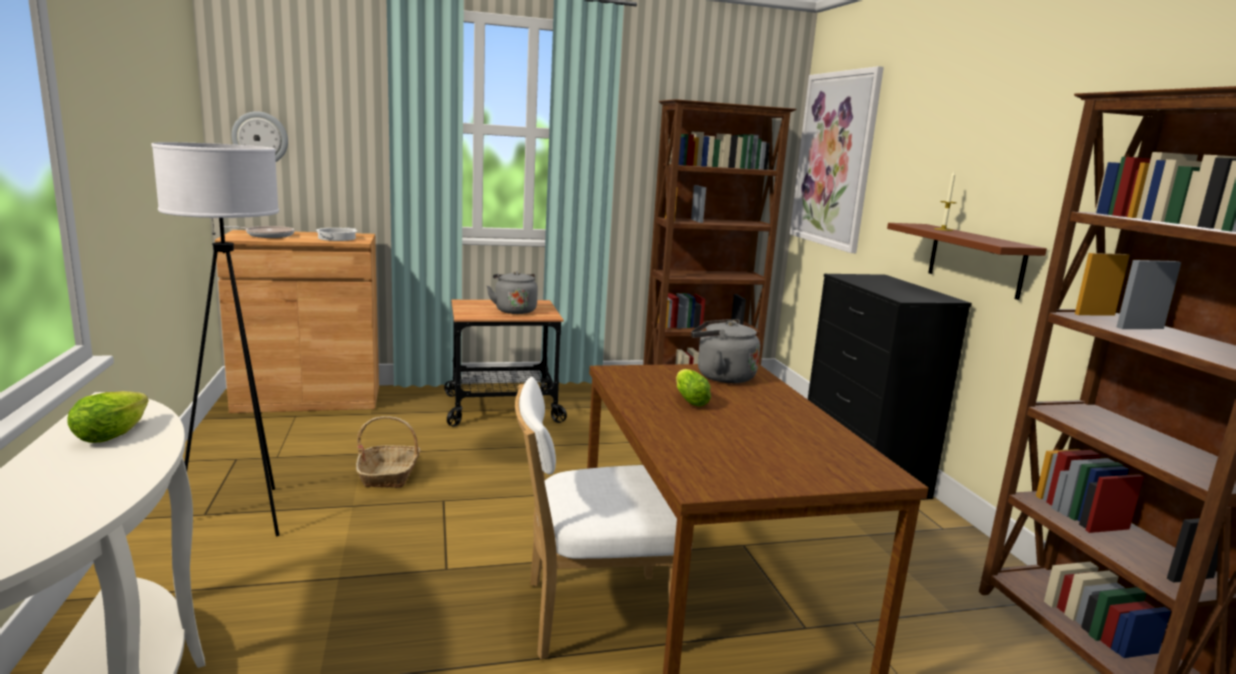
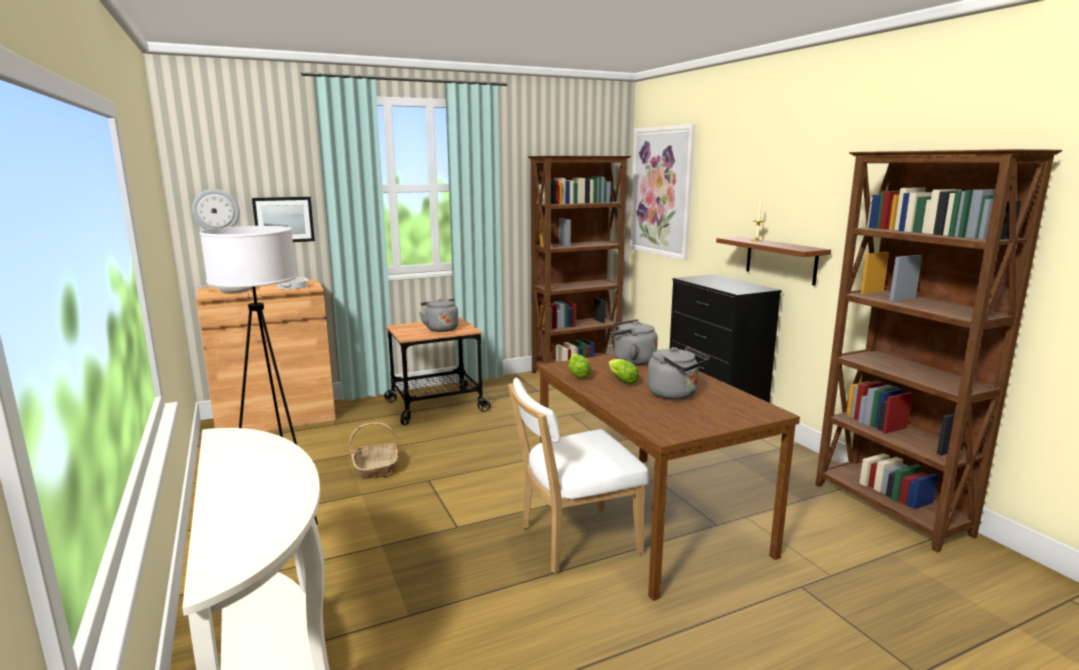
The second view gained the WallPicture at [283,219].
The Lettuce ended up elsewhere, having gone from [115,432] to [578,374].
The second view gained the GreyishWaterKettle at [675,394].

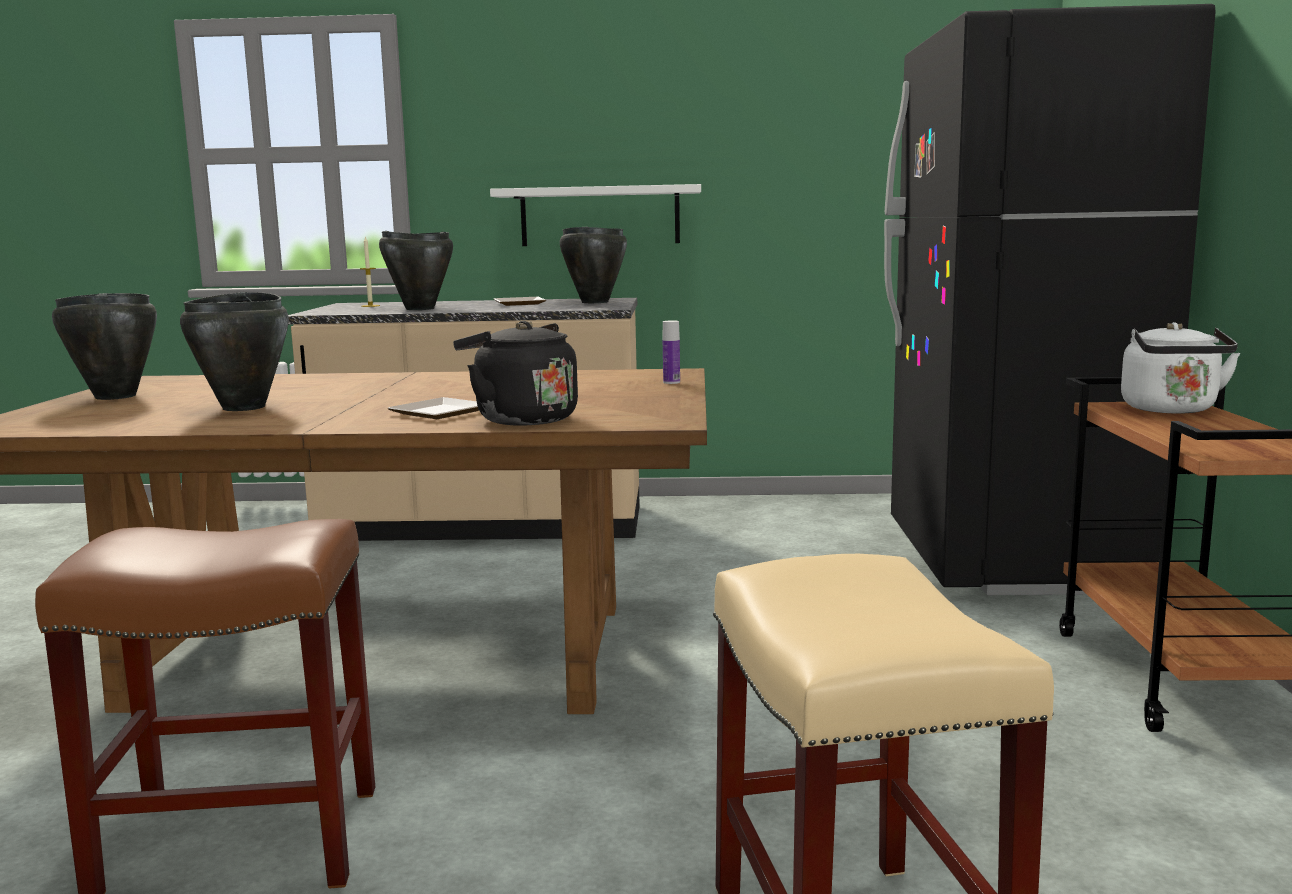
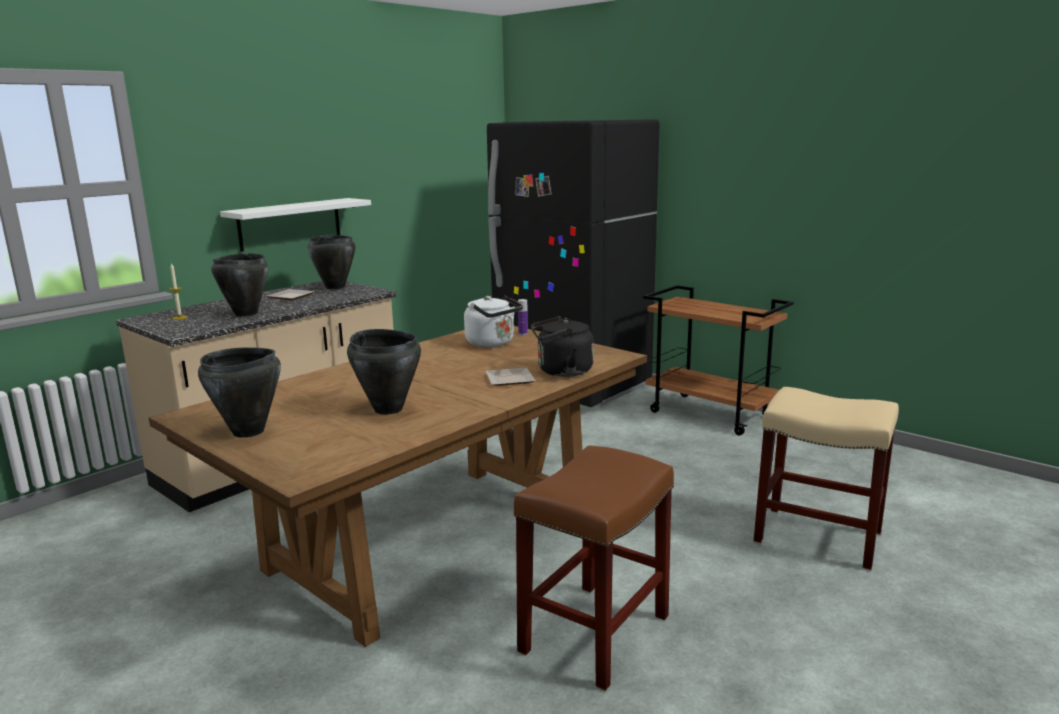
The WhitishWaterKettle ended up elsewhere, having gone from [1171,410] to [492,343].

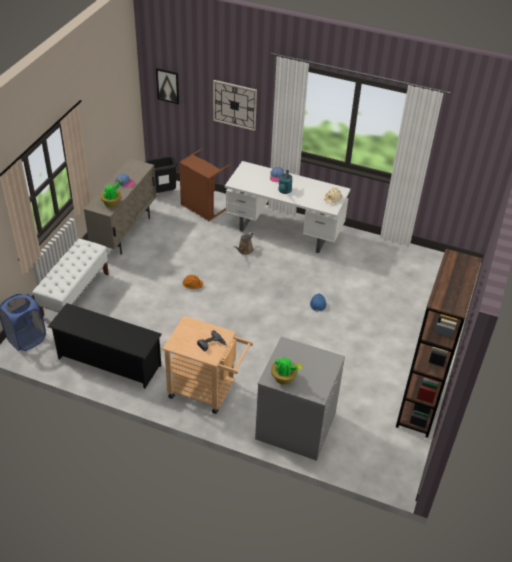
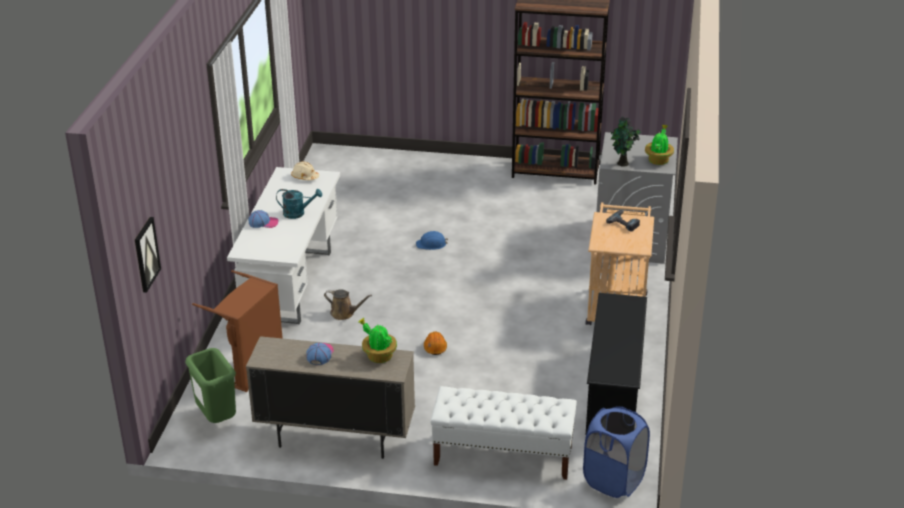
What was the BlackRubbishBin at [162,193] turned into the GreenRubbishBin at [216,419].
The second view gained the PlantInAPot at [622,164].
The second view lost the ClockOnTheWall at [234,105].

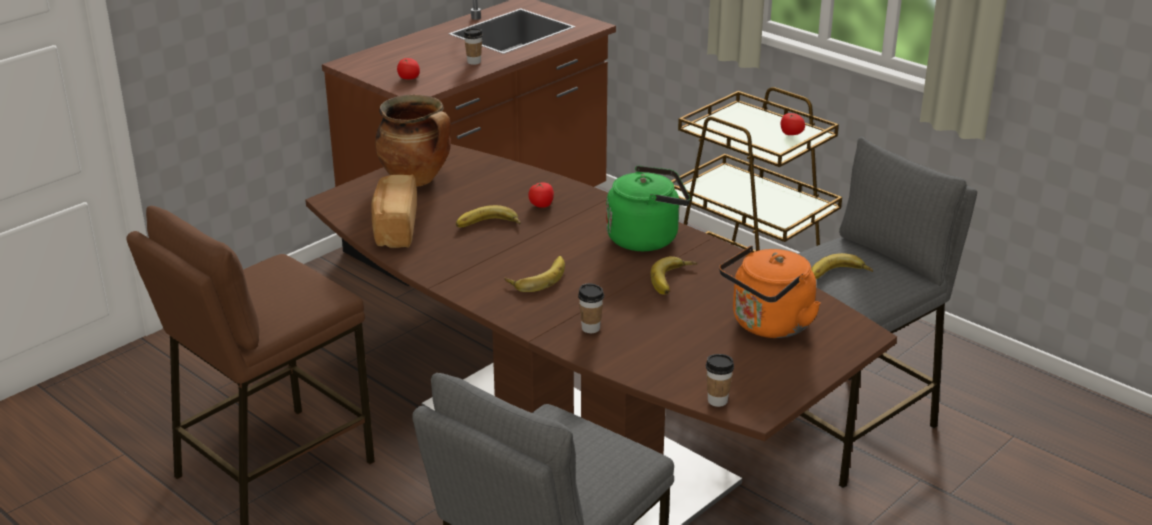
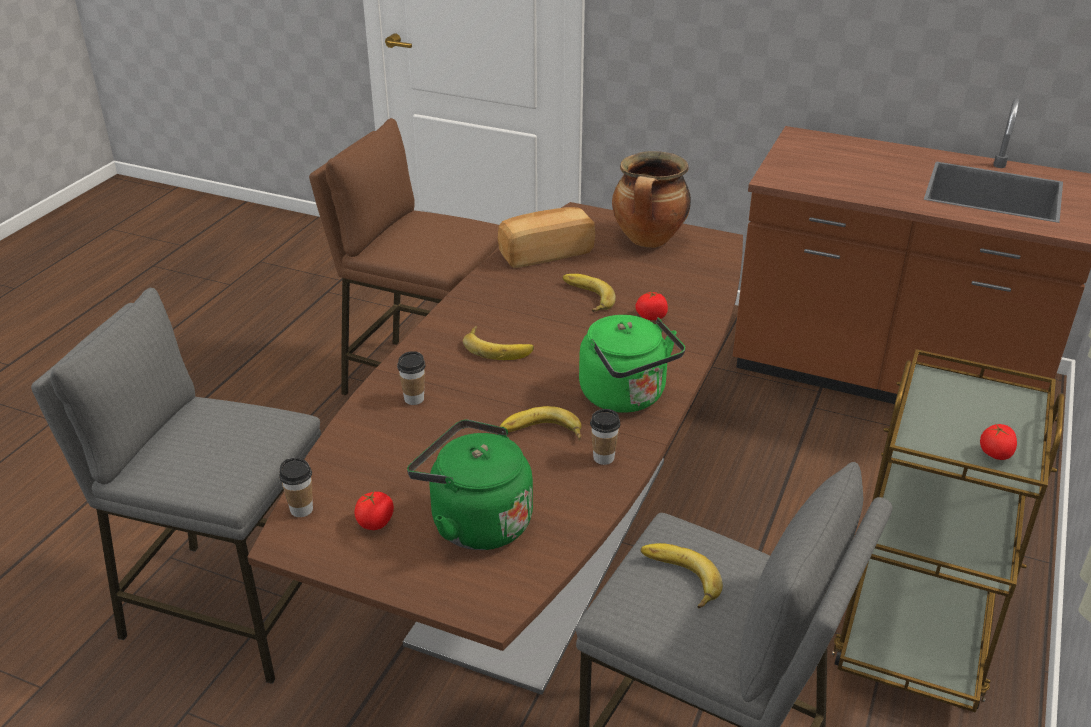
The WholeTomato ended up elsewhere, having gone from [408,78] to [375,522].
What was the OrangeyWaterKettle at [768,325] turned into the GreenWaterKettle at [475,522].
The DrinkingCup ended up elsewhere, having gone from [474,62] to [603,458].

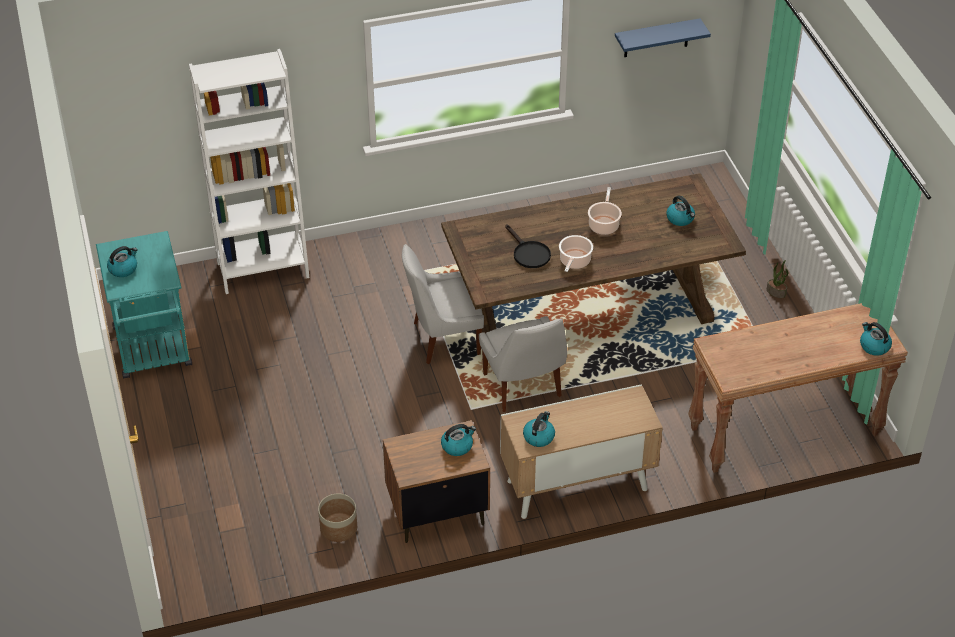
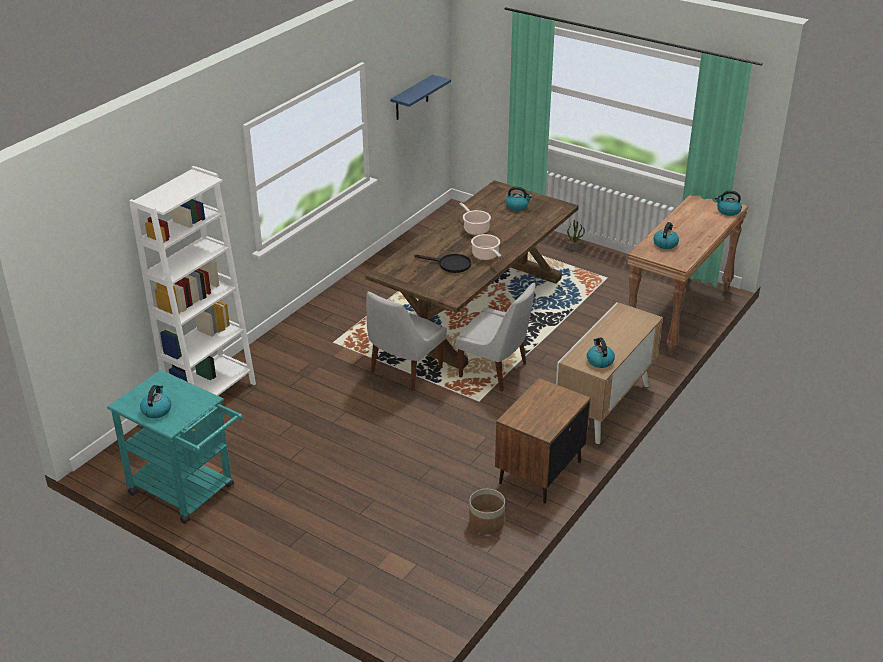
The WaterKettle ended up elsewhere, having gone from [457,446] to [665,243].

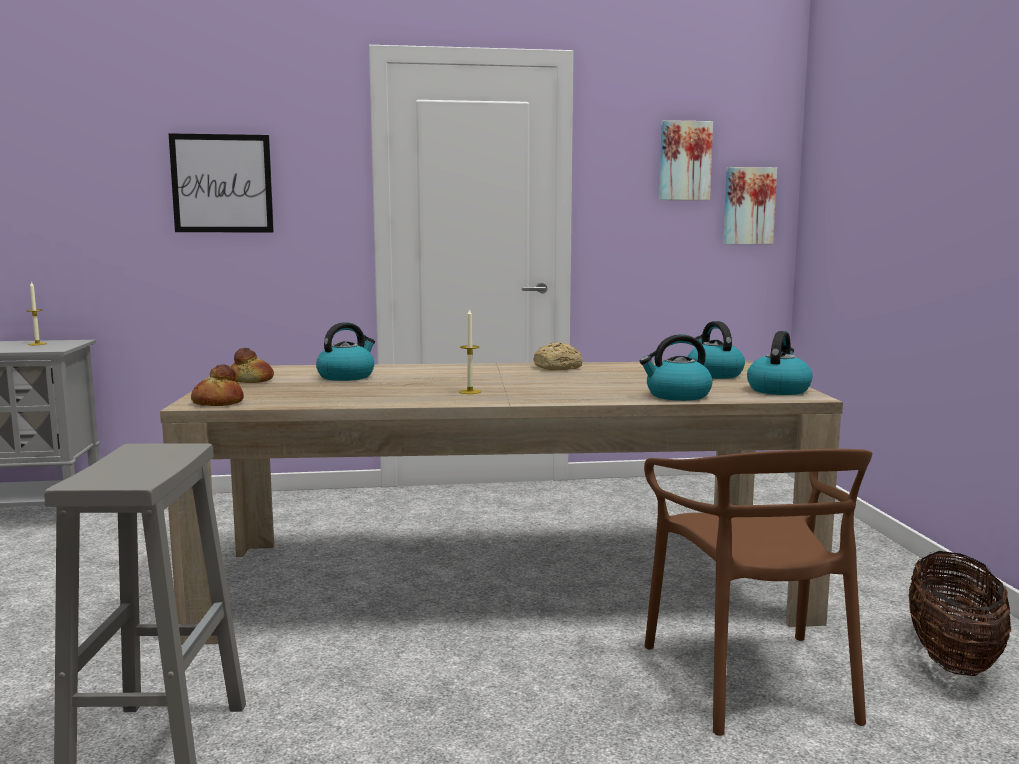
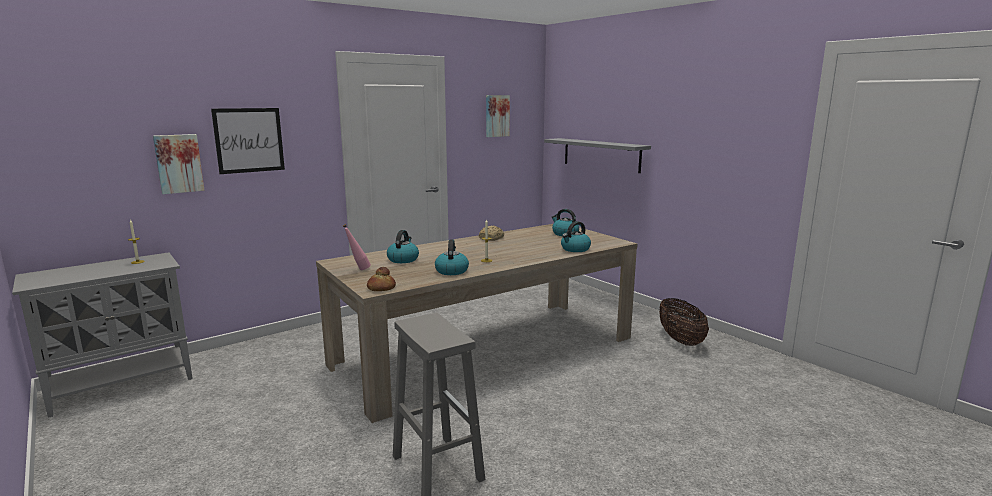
The WallPicture ended up elsewhere, having gone from [748,206] to [178,163].
Where the BakeryBread stood at [251,380], the PinkColouredBottle came to stand at [358,270].
The WaterKettle ended up elsewhere, having gone from [778,390] to [451,271].
The second view gained the GreyishShelf at [601,154].
The second view lost the BrownishChair at [752,680].

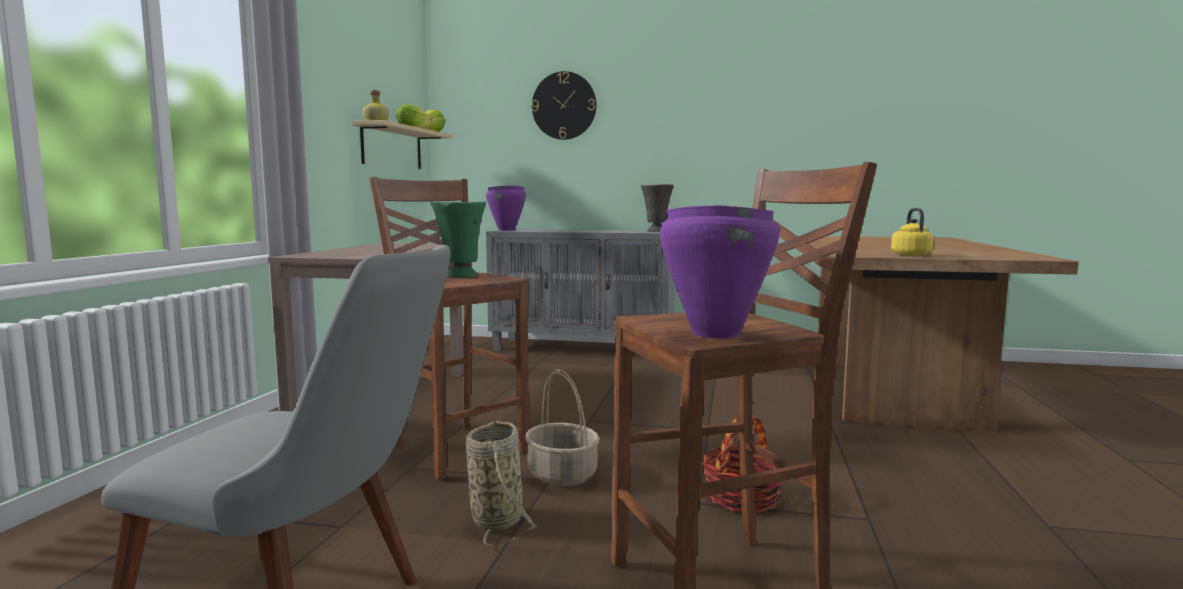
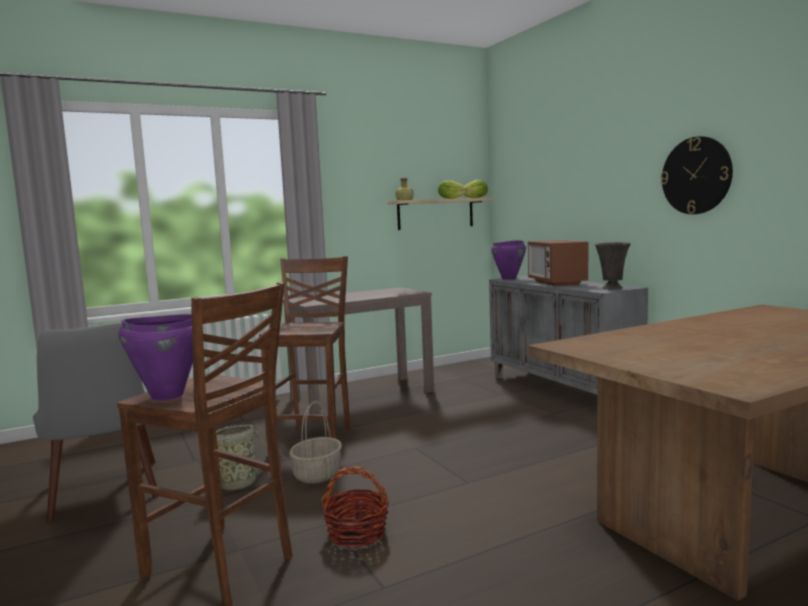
The second view gained the MicrowaveOven at [556,282].
The ClockOnTheWall ended up elsewhere, having gone from [564,106] to [696,175].
The second view lost the GreenFlowerVase at [460,276].
The second view lost the YellowishWaterKettle at [909,255].

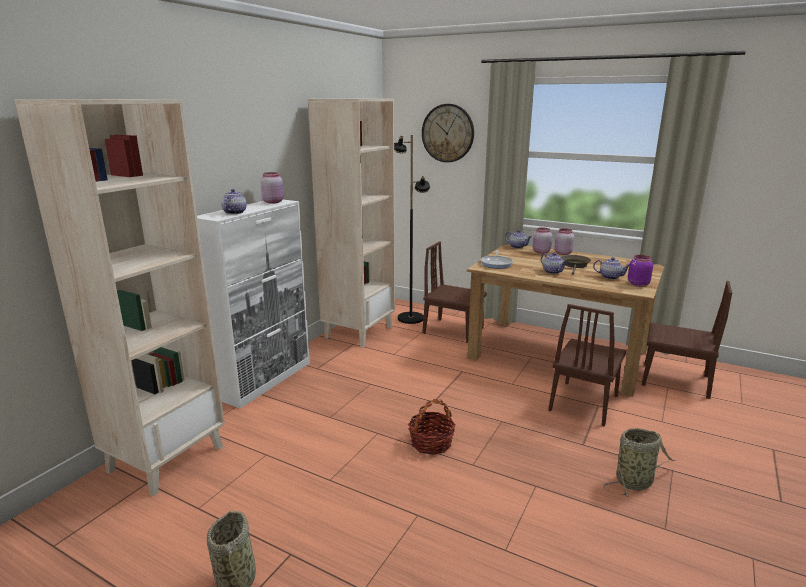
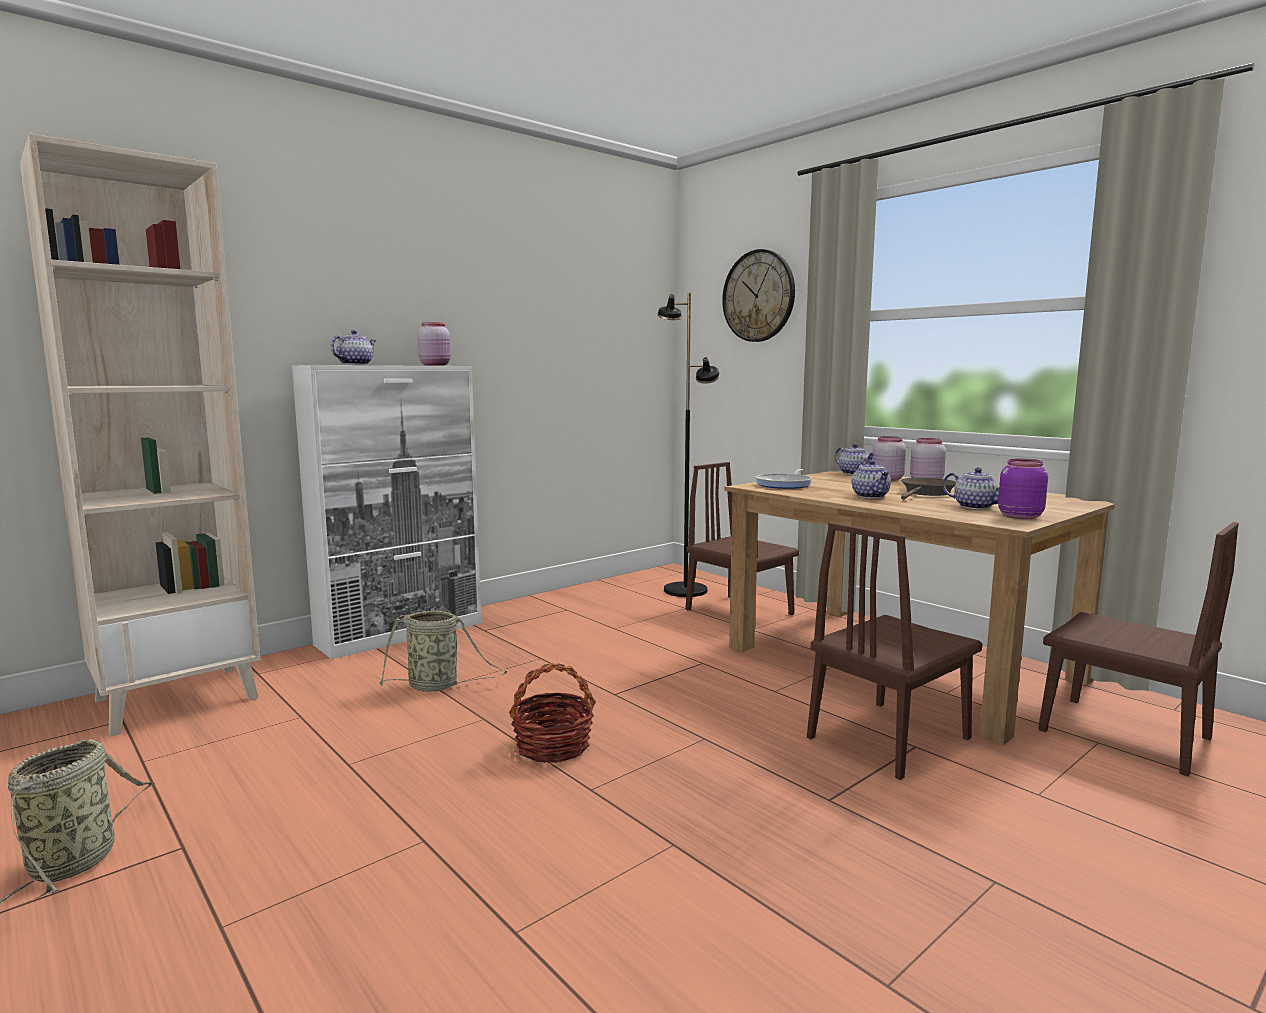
The Basket ended up elsewhere, having gone from [635,482] to [437,686].
The second view lost the SandColouredShelvingUnit at [358,332].

